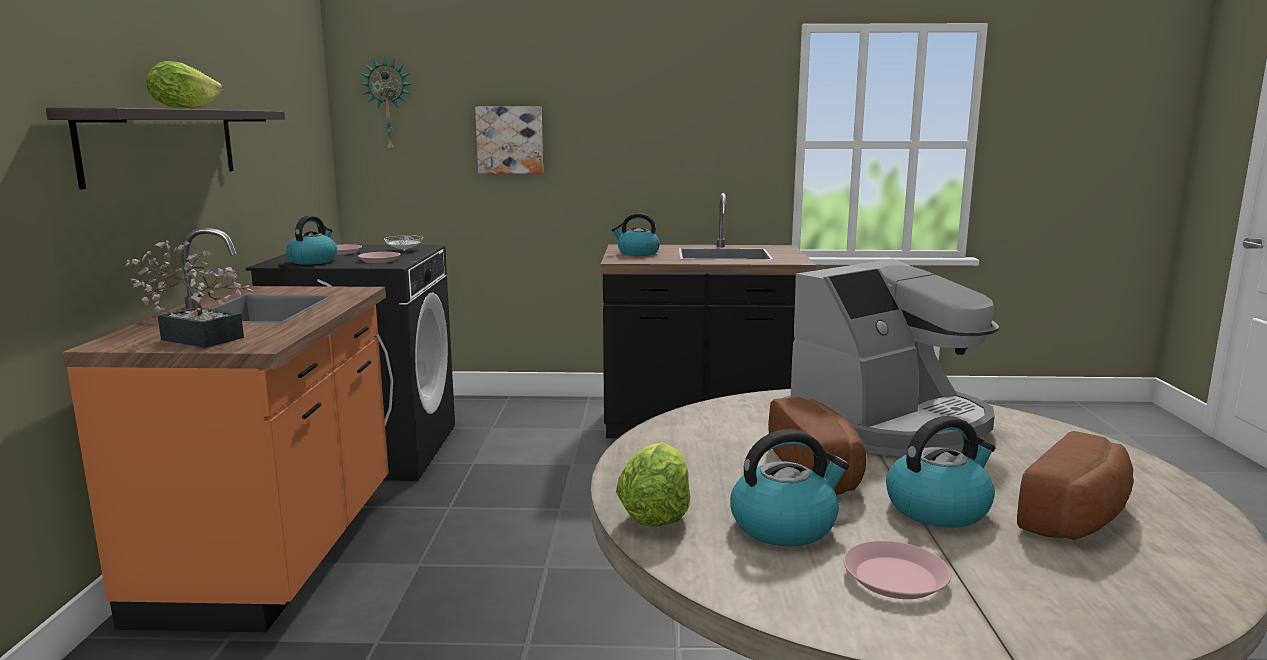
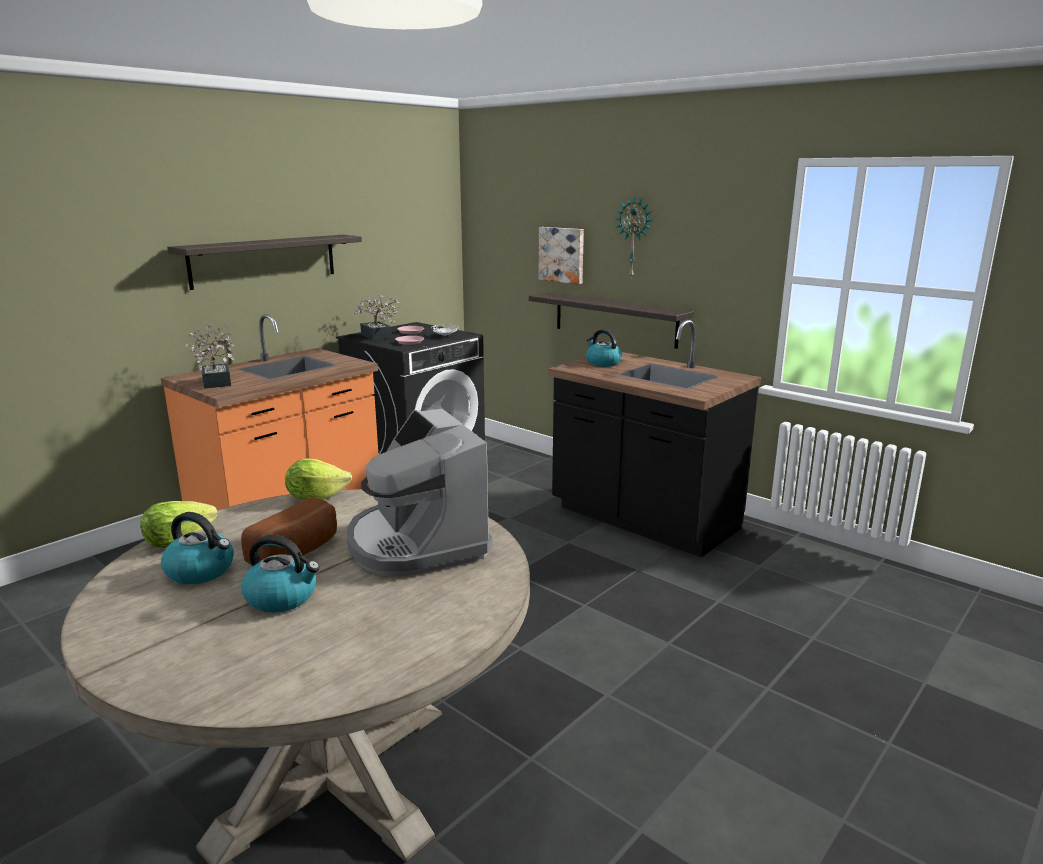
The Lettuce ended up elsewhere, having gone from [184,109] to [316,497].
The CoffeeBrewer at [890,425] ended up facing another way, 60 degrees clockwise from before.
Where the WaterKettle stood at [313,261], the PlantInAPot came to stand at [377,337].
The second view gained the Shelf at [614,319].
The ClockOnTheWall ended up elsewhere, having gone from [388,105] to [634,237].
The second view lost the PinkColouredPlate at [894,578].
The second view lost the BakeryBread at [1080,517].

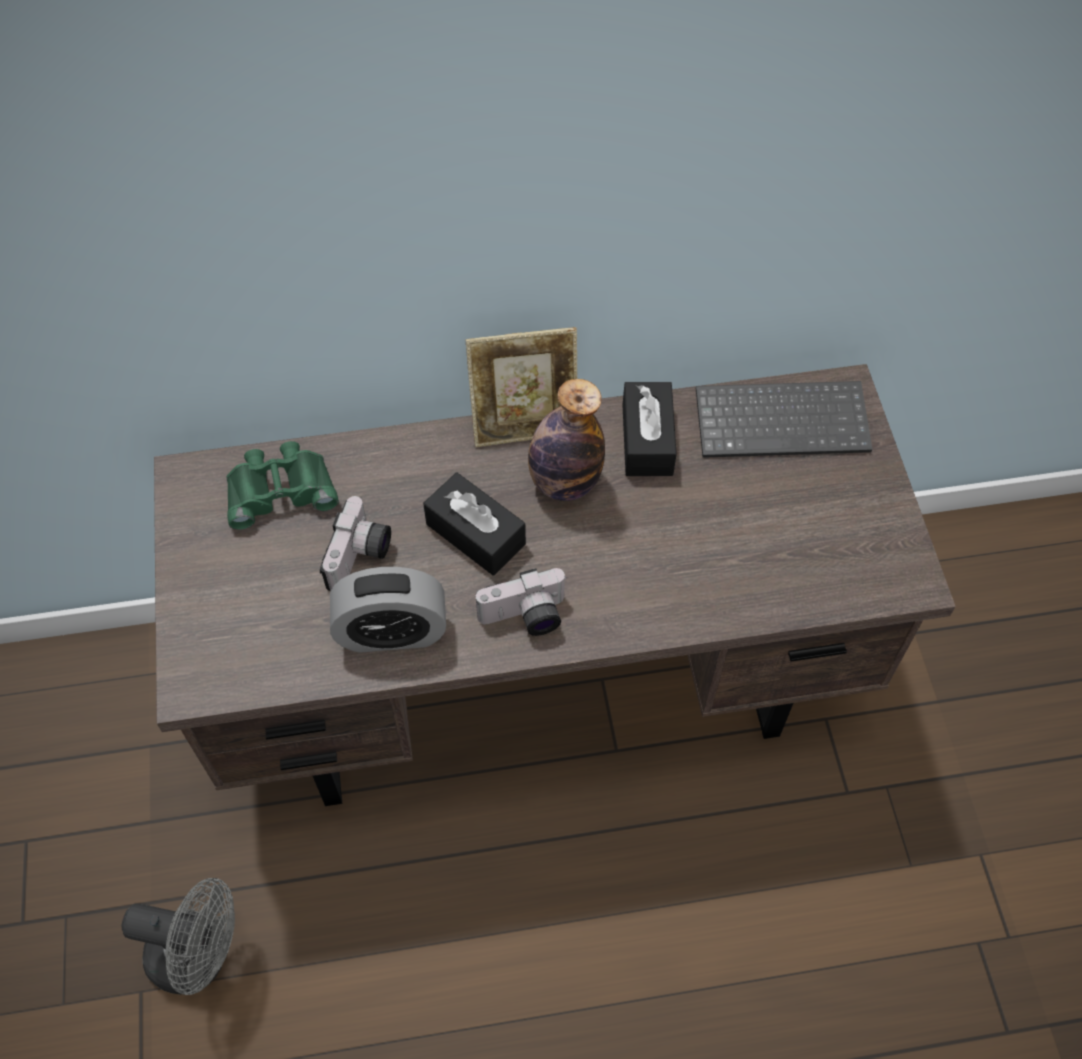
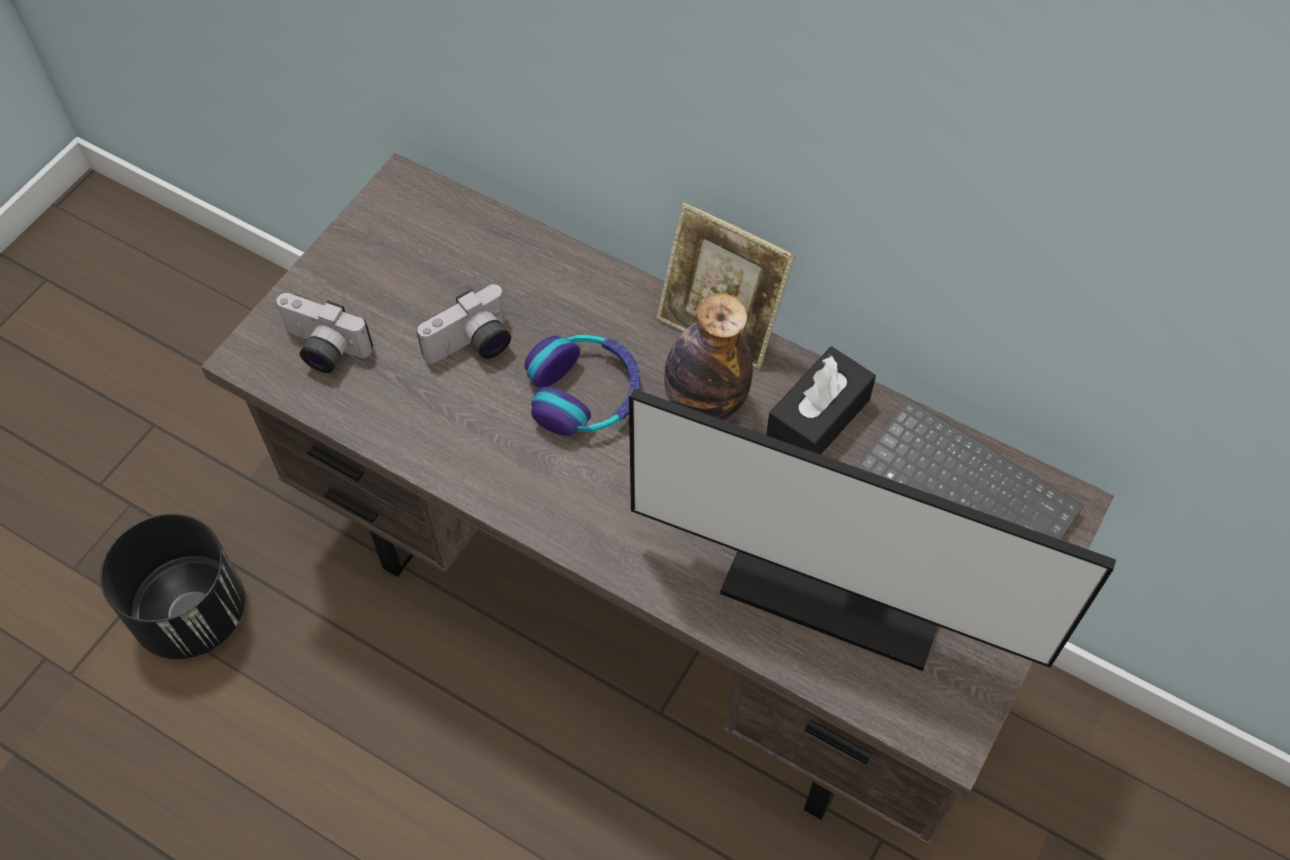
Where the GreyishFan stood at [201,956], the BlackPlantPot came to stand at [192,612].
The StillCamera ended up elsewhere, having gone from [525,618] to [322,350].
Where the BlackBoxOfTissues stood at [475,534], the Headphones came to stand at [584,393].
The second view gained the Monitor at [835,590].
The second view lost the GreenBinoculars at [280,489].
The second view lost the TableClock at [392,632].

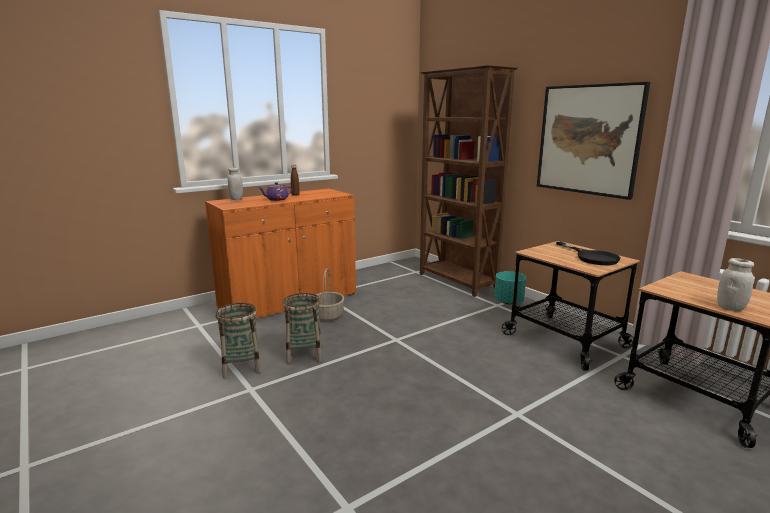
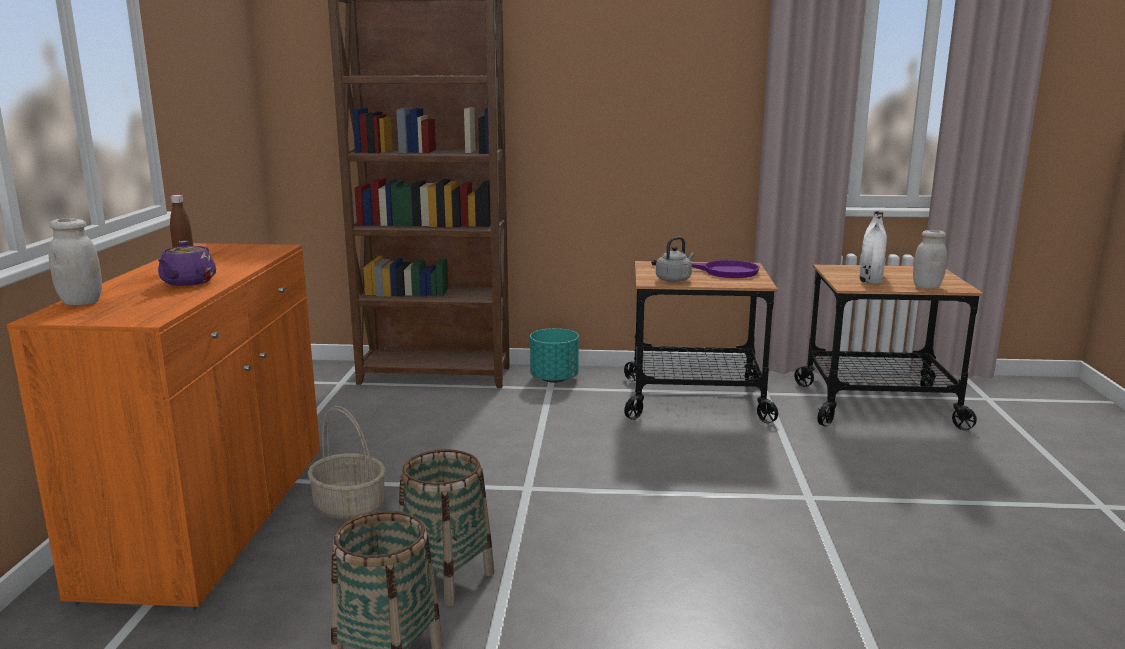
What was the BlackSkillet at [592,257] turned into the PurpleSkillet at [719,271].
The second view gained the GreyishWaterKettle at [674,279].
The second view gained the WhitishFlowerVase at [871,278].
The second view lost the WallPicture at [588,140].

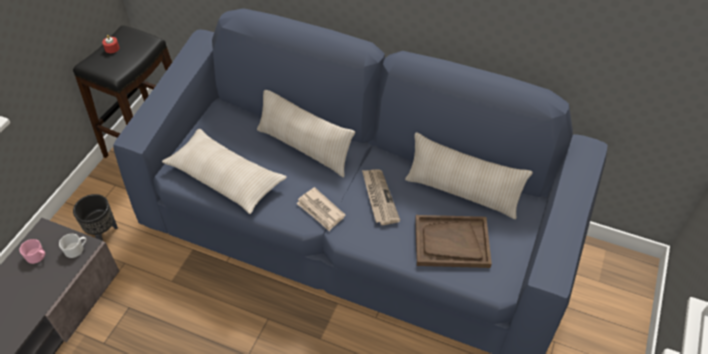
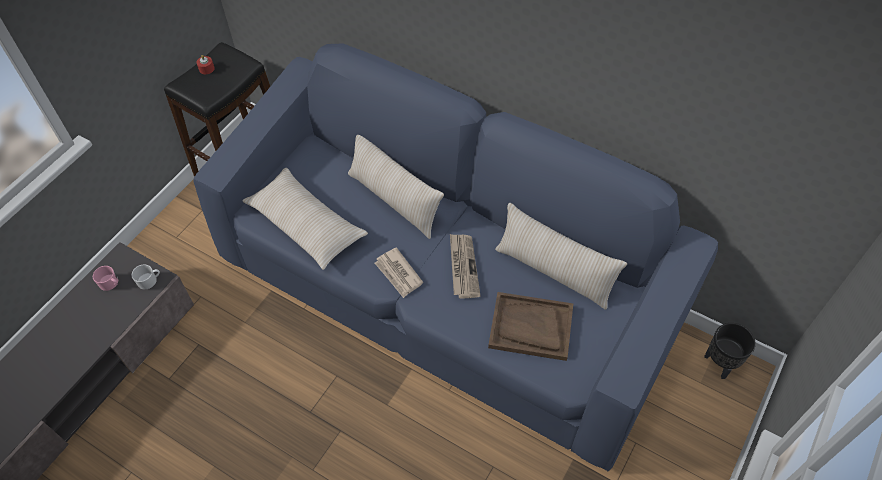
The BlackPlantPot ended up elsewhere, having gone from [104,234] to [720,363].

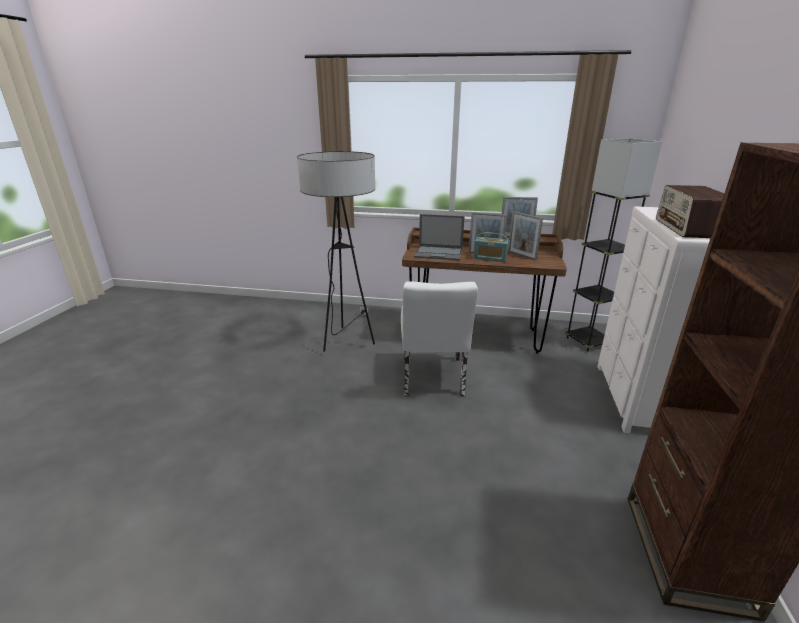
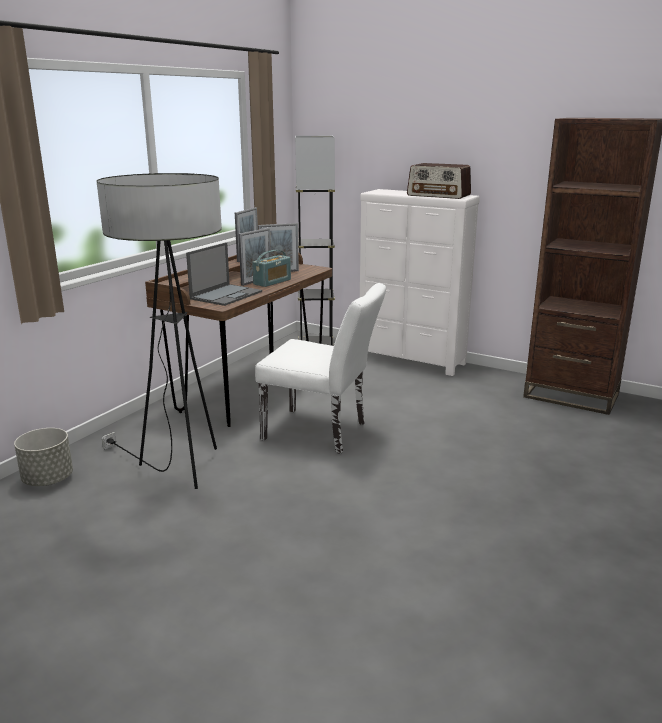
The second view gained the GreyishPlantPot at [48,479].

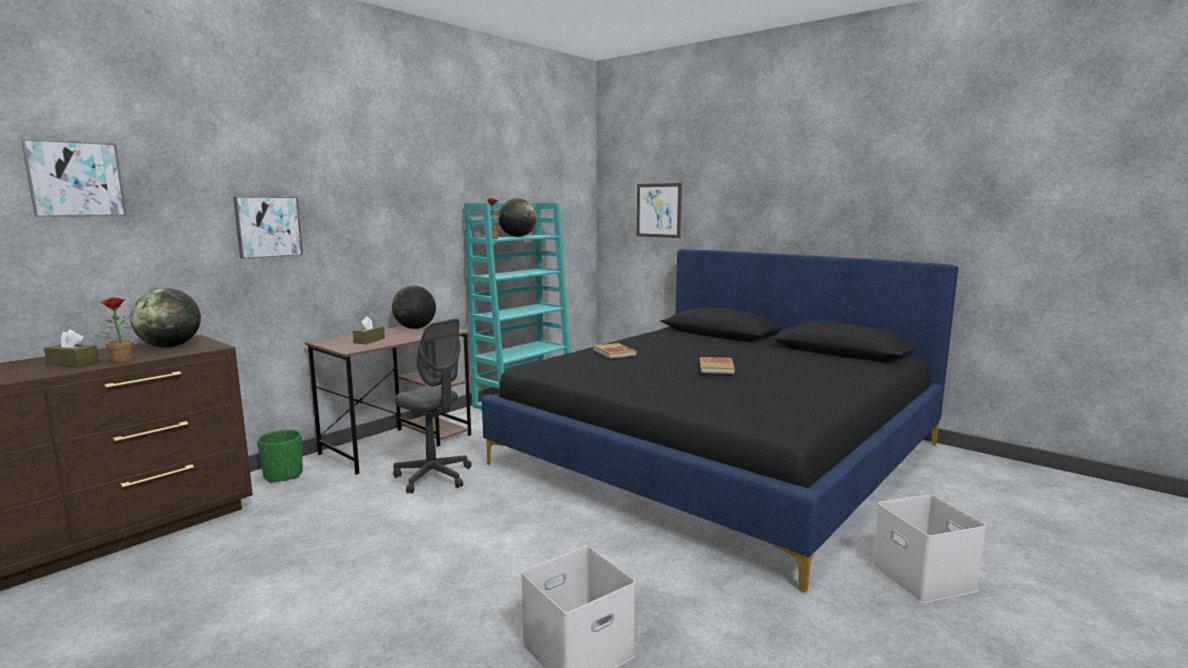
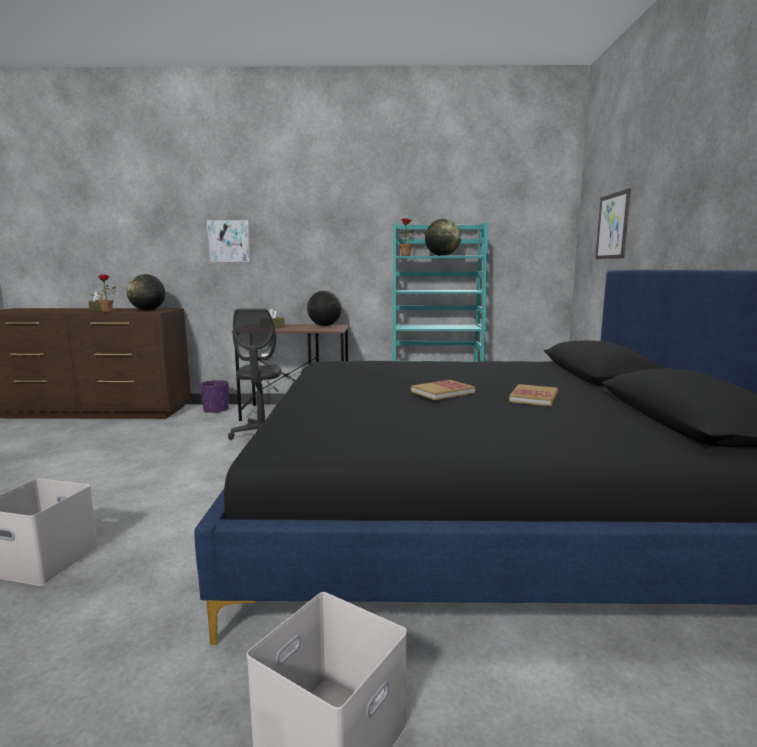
What was the GreenPlantPot at [283,475] turned into the PurplePlantPot at [216,410].
The Volume ended up elsewhere, having gone from [614,353] to [534,398].
The second view lost the WallPicture at [75,179].

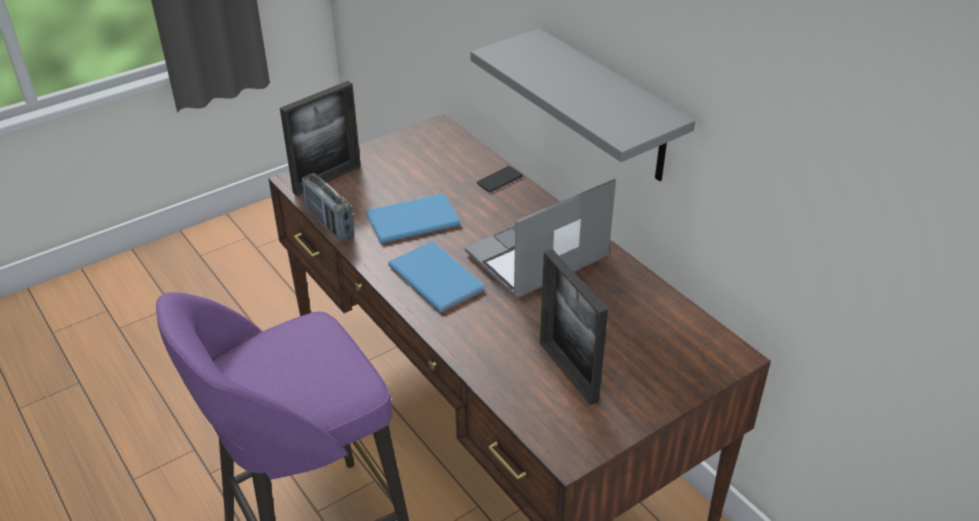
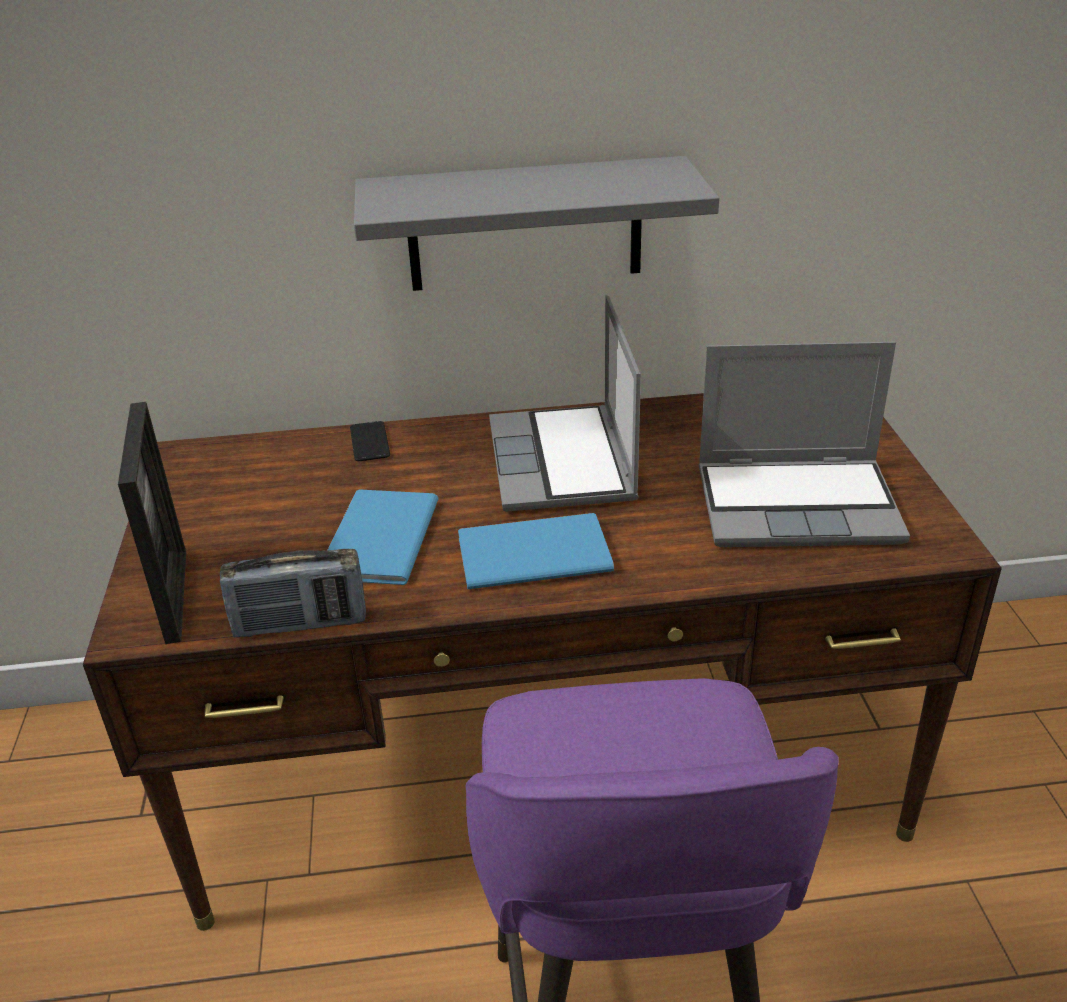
Where the PictureFrame stood at [568,371], the PortableComputer came to stand at [799,504].

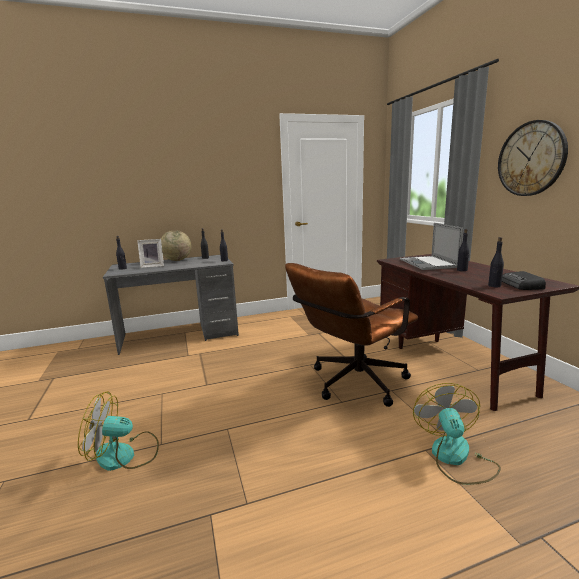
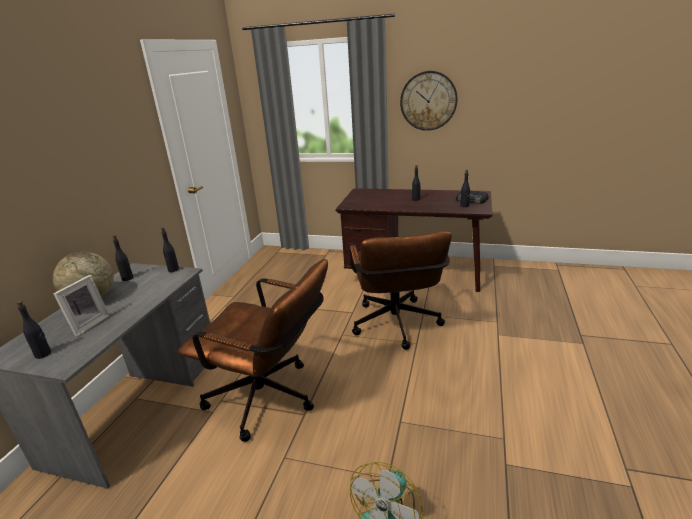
The second view gained the BrownishComputerChair at [270,400].
The second view lost the PortableComputer at [428,263].
The second view lost the Fan at [455,458].

